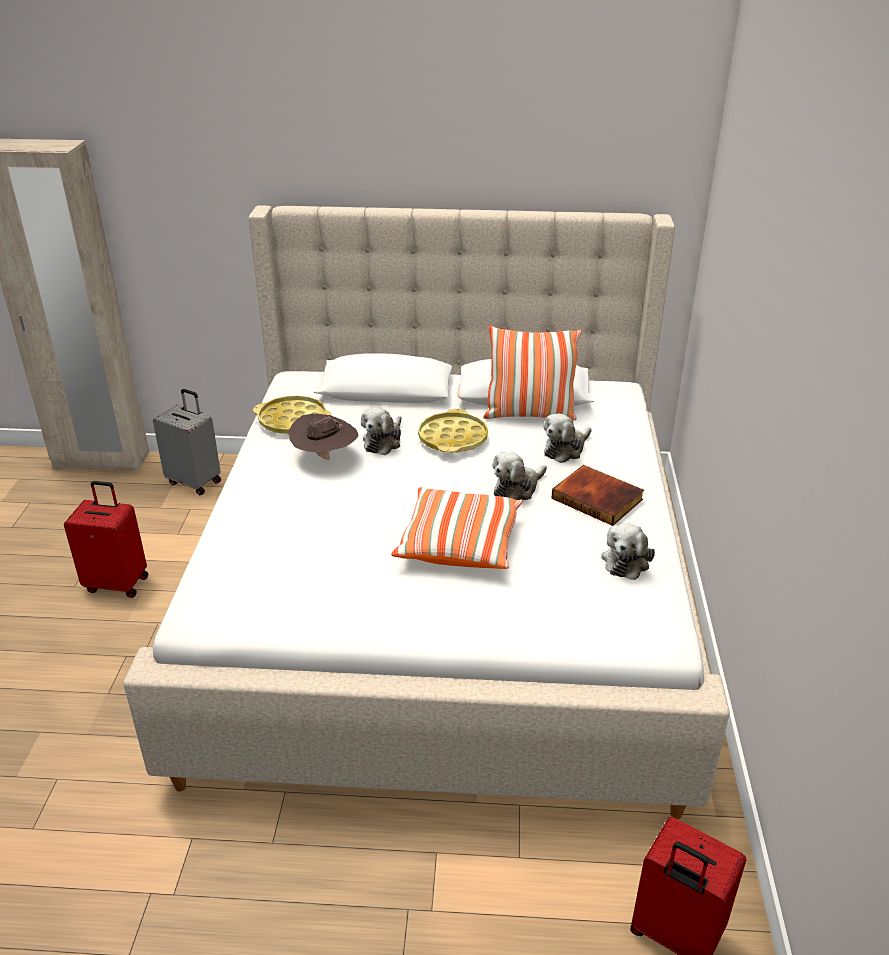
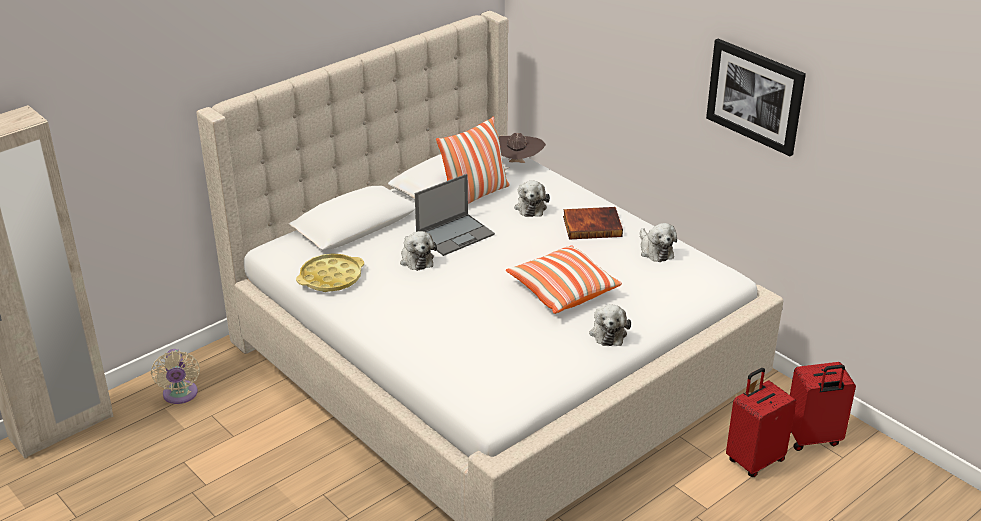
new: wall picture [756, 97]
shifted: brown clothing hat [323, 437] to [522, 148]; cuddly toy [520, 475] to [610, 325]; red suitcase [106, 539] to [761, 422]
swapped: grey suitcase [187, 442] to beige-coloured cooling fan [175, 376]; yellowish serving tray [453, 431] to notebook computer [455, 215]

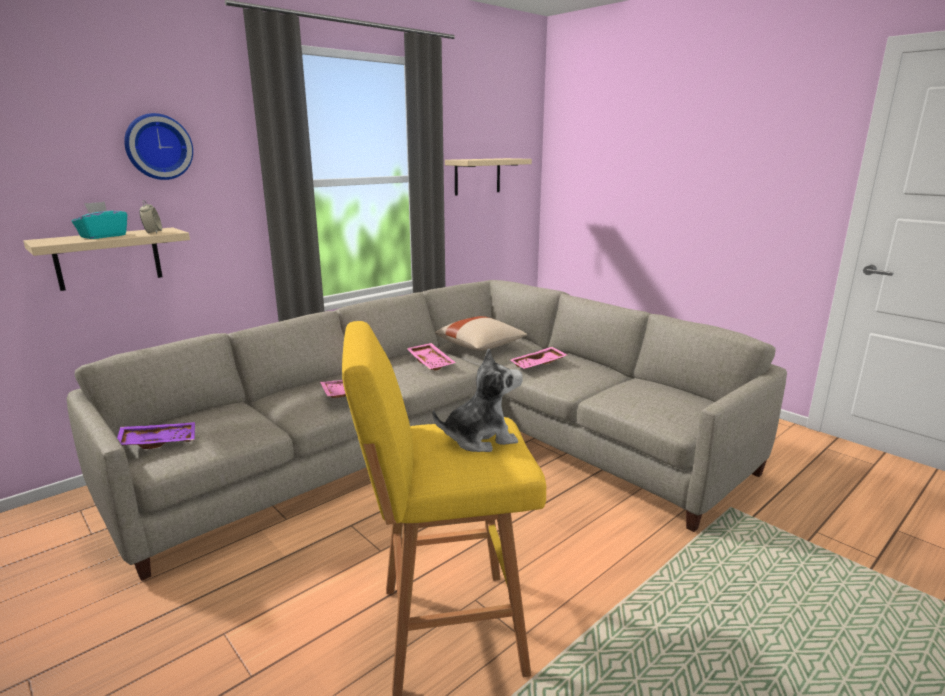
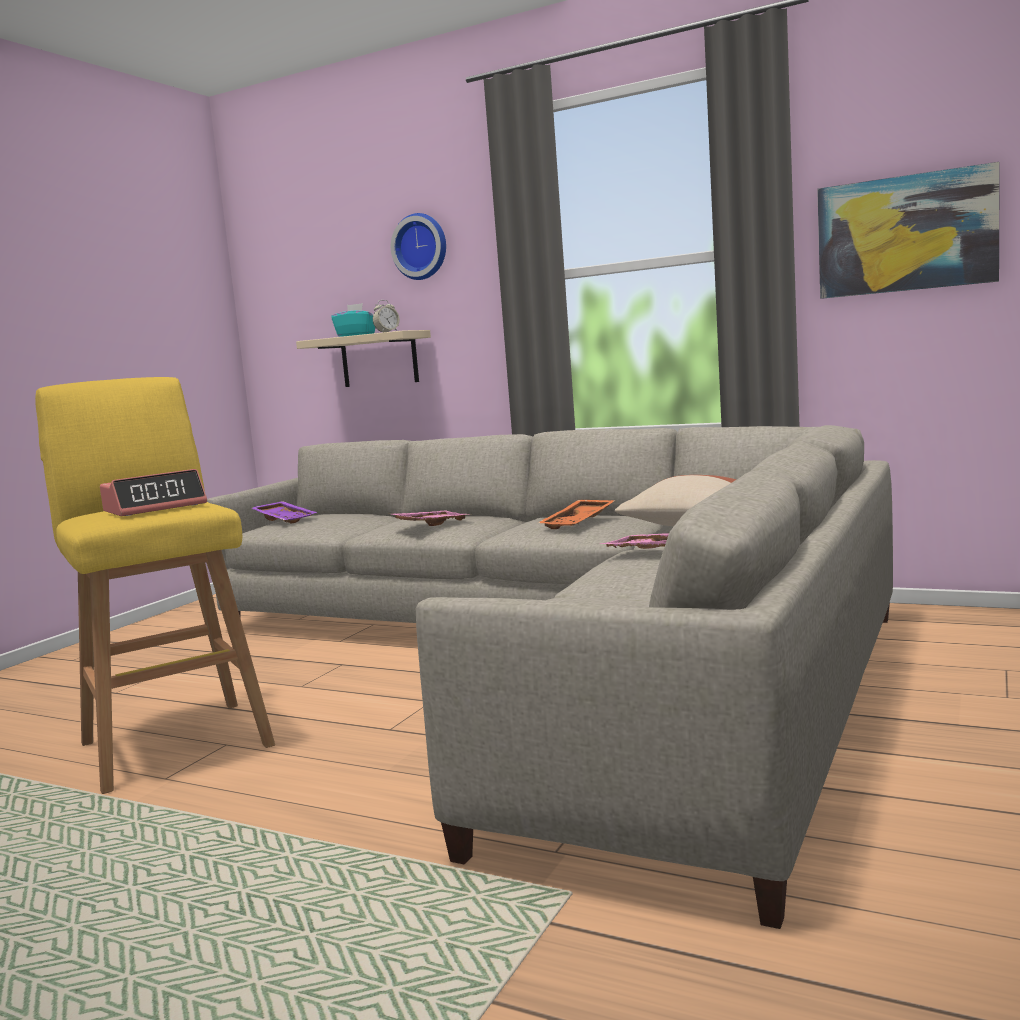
swapped: cuddly toy [478, 400] to bedside clock [153, 492]; beige-coloured shelf [488, 176] to wall picture [908, 230]
repainted: pink-coloured serving tray [431, 357] to orangey serving tray [577, 514]

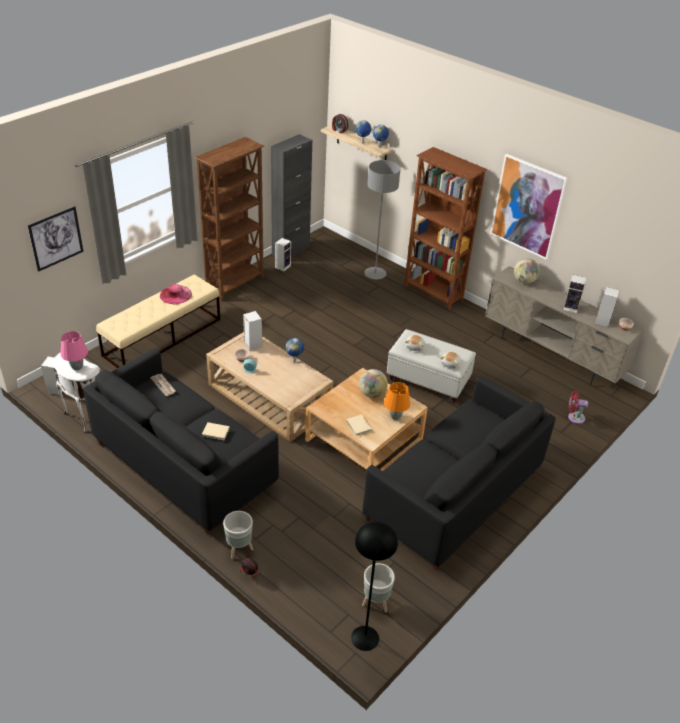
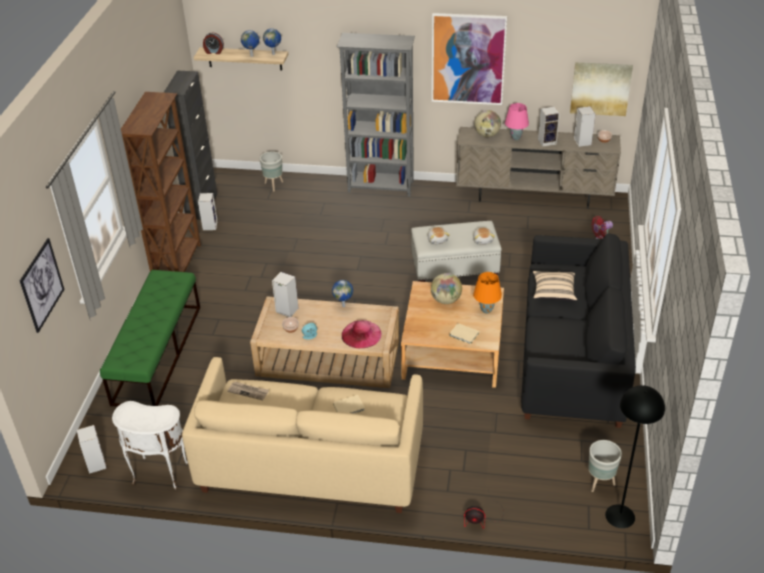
gone: grey standing lamp [382, 219]
new: beige-coloured pillow [555, 286]; wall picture [601, 89]
shifted: grey planter [238, 535] to [271, 171]; pink-coloured clothing hat [176, 294] to [362, 334]; pink-coloured lamp for a table [74, 351] to [517, 121]
repainted: beige-coloured indoor bench [158, 321] to greenish indoor bench [150, 338]; blackish settee [181, 441] to beige-coloured settee [302, 435]; brown bookcase [446, 228] to grey bookcase [376, 114]

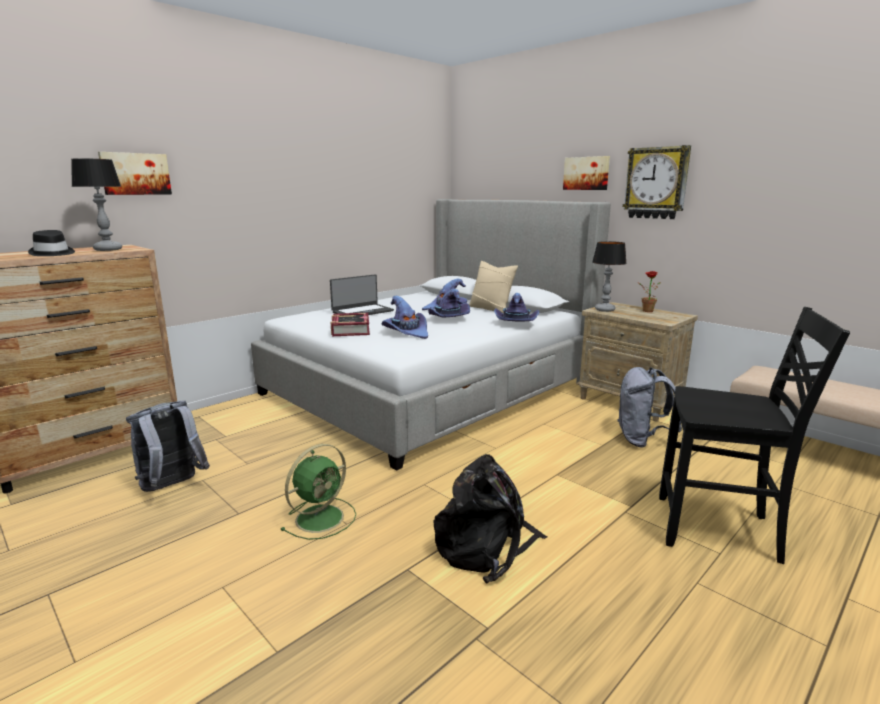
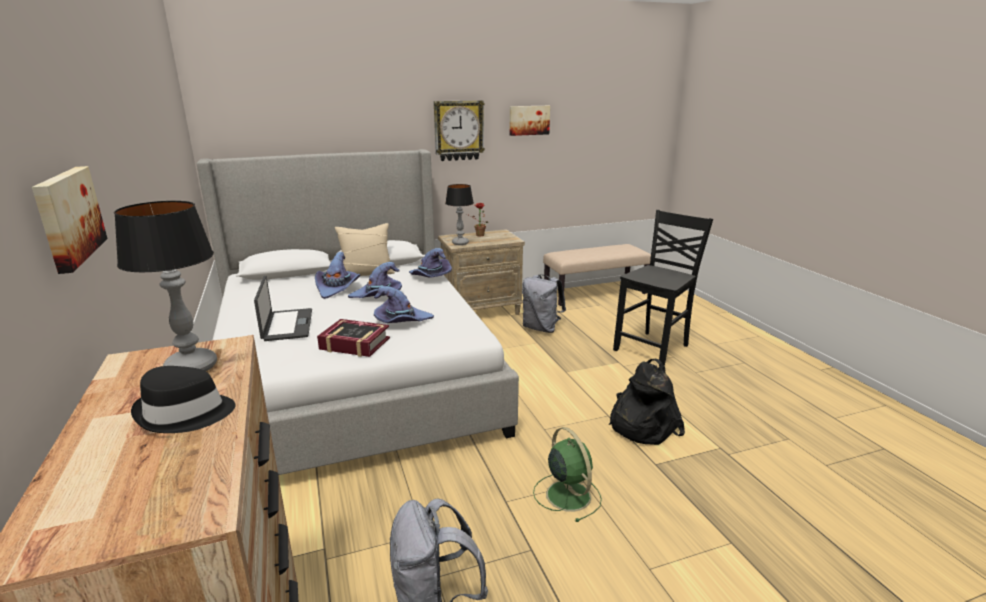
shifted: wall picture [586, 173] to [529, 121]

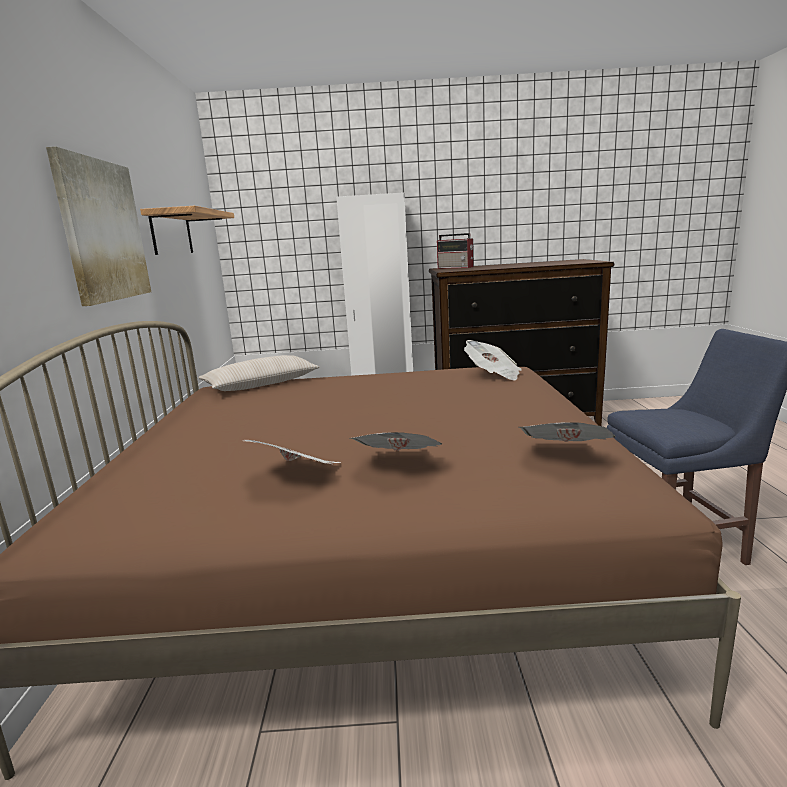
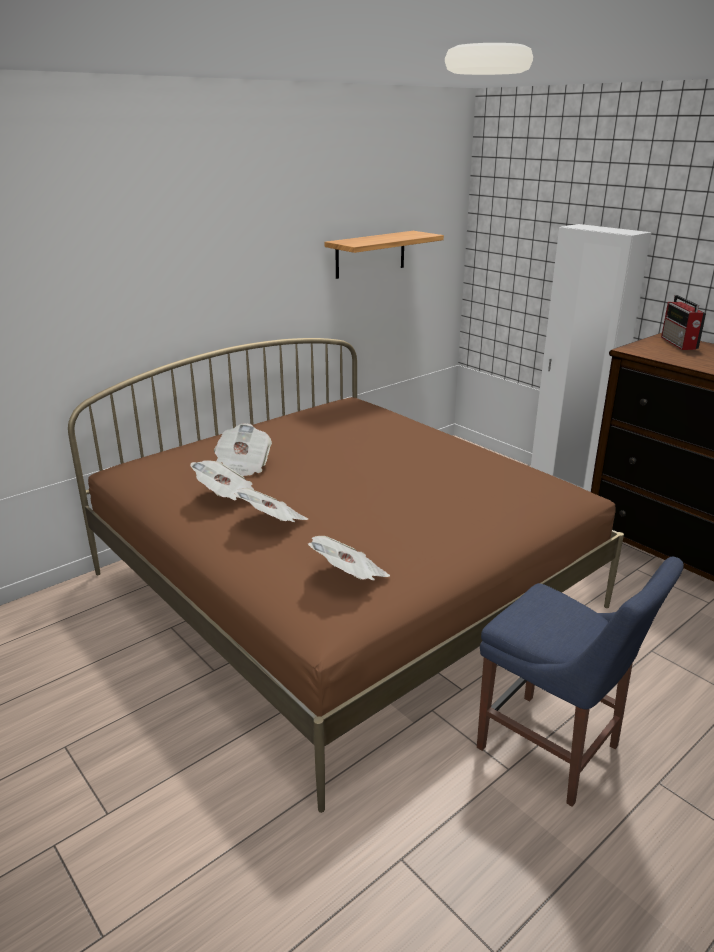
gone: wall picture [98, 226]; beige-coloured pillow [258, 373]
shifted: daily paper [492, 360] to [243, 450]

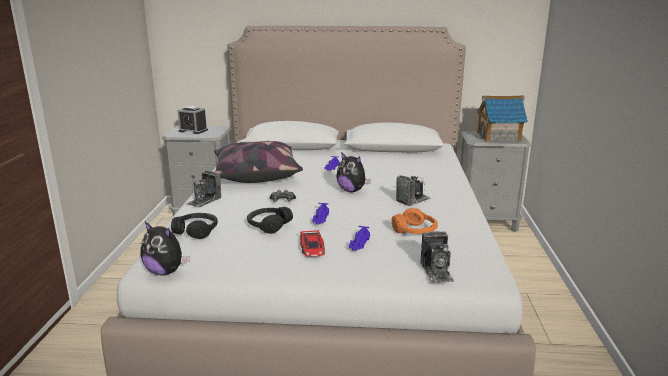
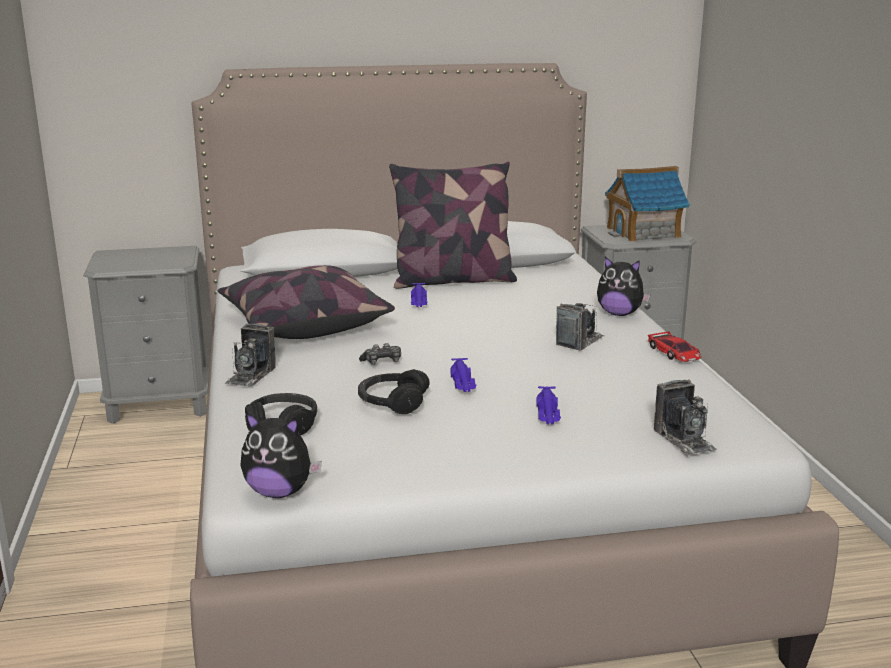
gone: bedside clock [192, 120]; orangey pair of headphones [414, 221]
new: pillow [453, 225]
shifted: cuddly toy [353, 172] to [623, 286]; model car [312, 243] to [674, 346]

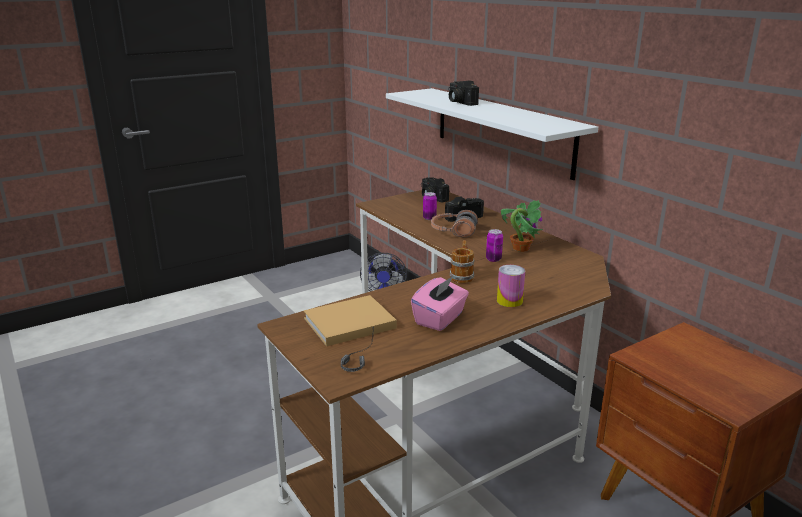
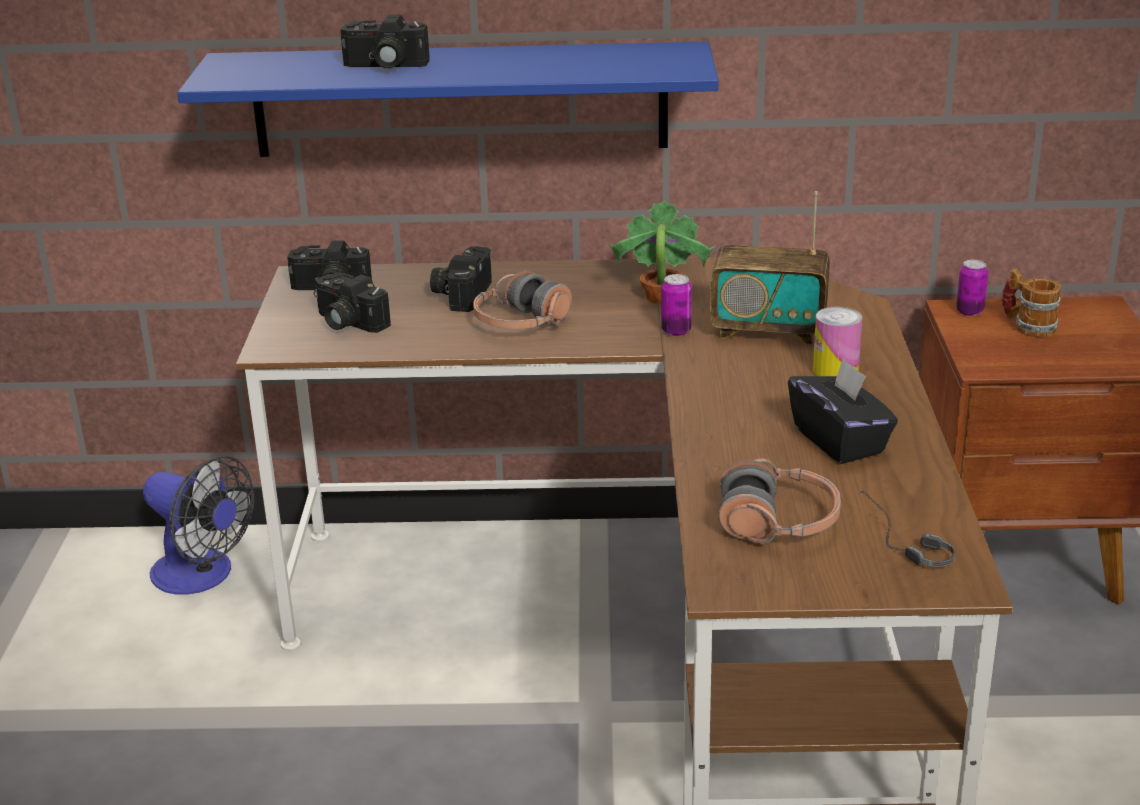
new: photo camera [352, 302]; radio [770, 268]
shifted: metal can [430, 206] to [972, 288]; mug [462, 261] to [1031, 303]
swapped: beige-coloured book [350, 320] to pair of headphones [779, 501]
repainted: whitish shelf [492, 134] to bluish shelf [448, 99]; pink-coloured box of tissues [440, 303] to blackish box of tissues [843, 410]

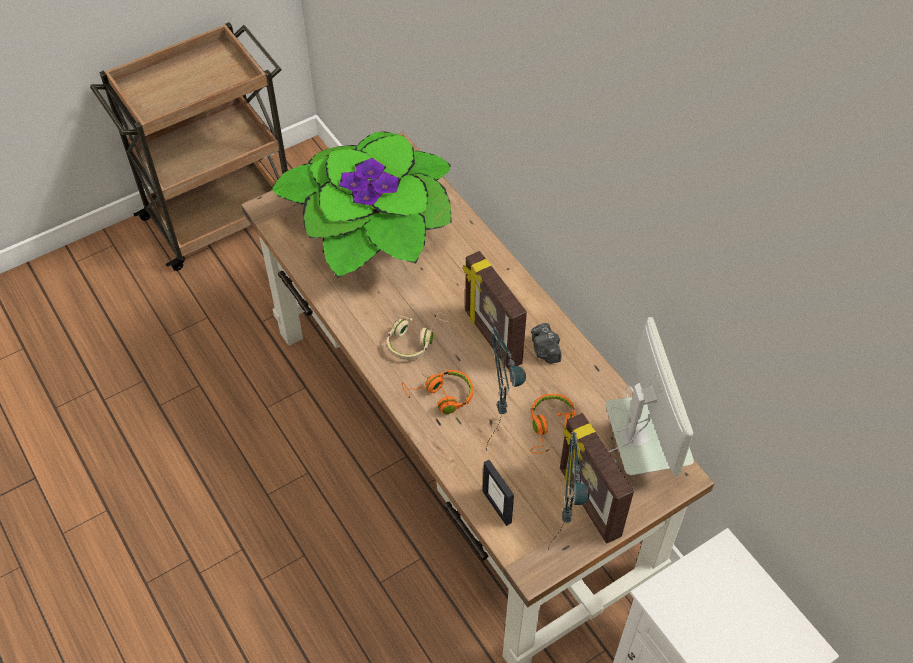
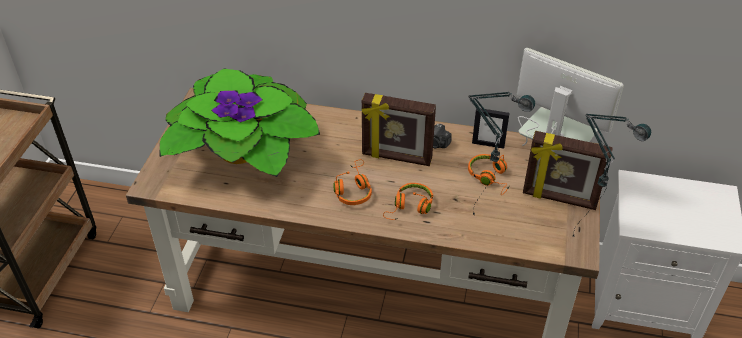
shifted: photo frame [498, 493] to [491, 128]
repainted: beige-coloured pair of headphones [418, 336] to orangey pair of headphones [352, 182]

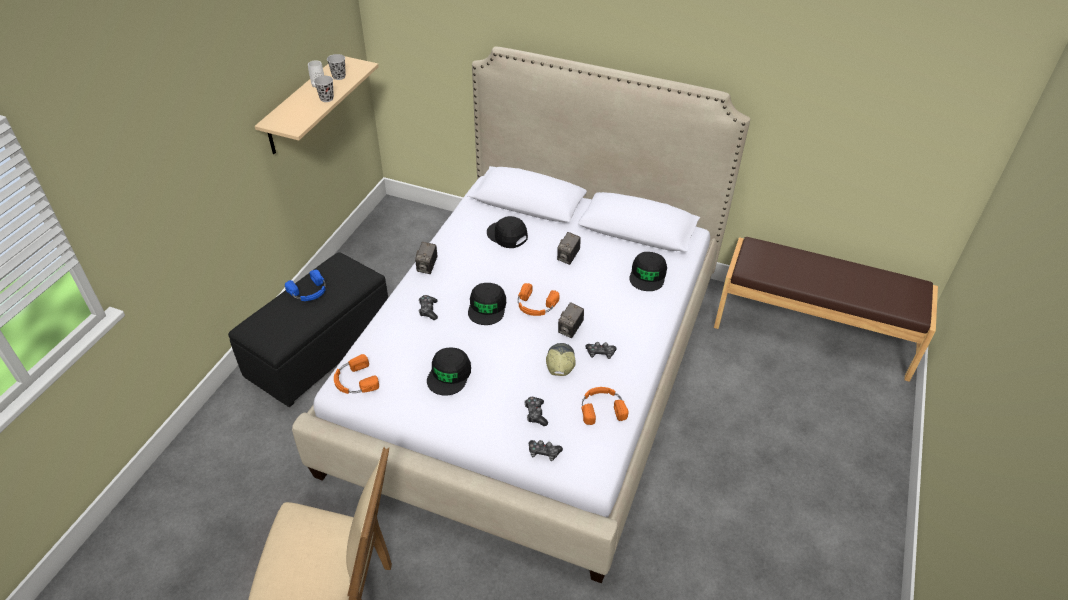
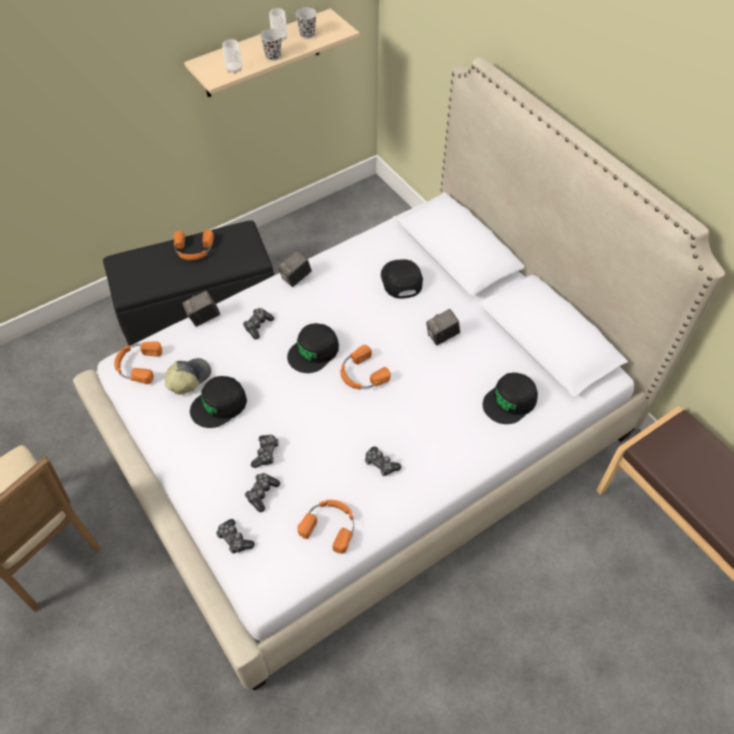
new: drinking cup [232, 56]; gamepad [265, 451]
shifted: cap [561, 359] to [188, 376]; photo camera [571, 320] to [201, 308]
repainted: bluish pair of headphones [305, 285] to orangey pair of headphones [194, 245]

